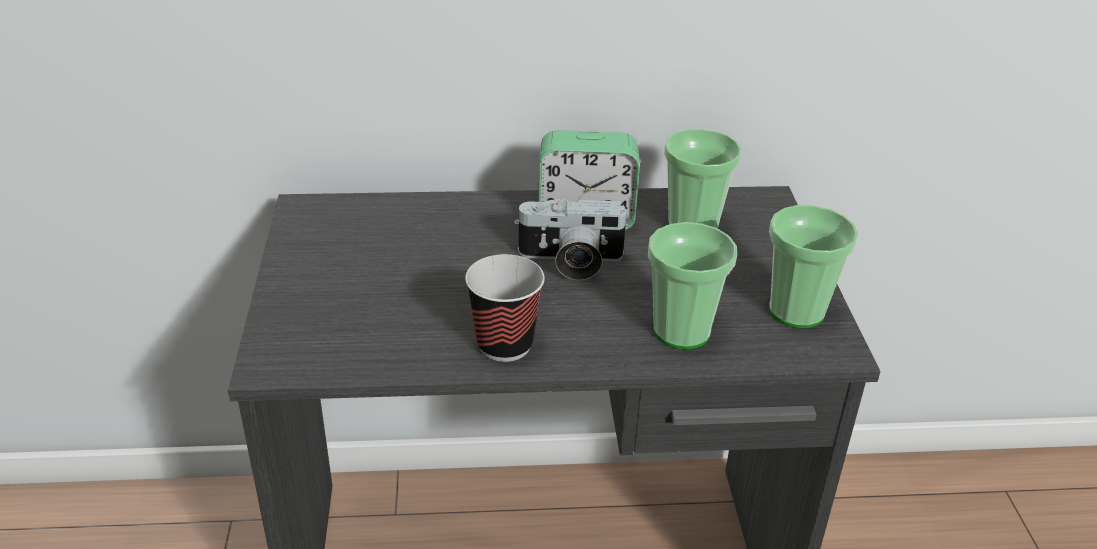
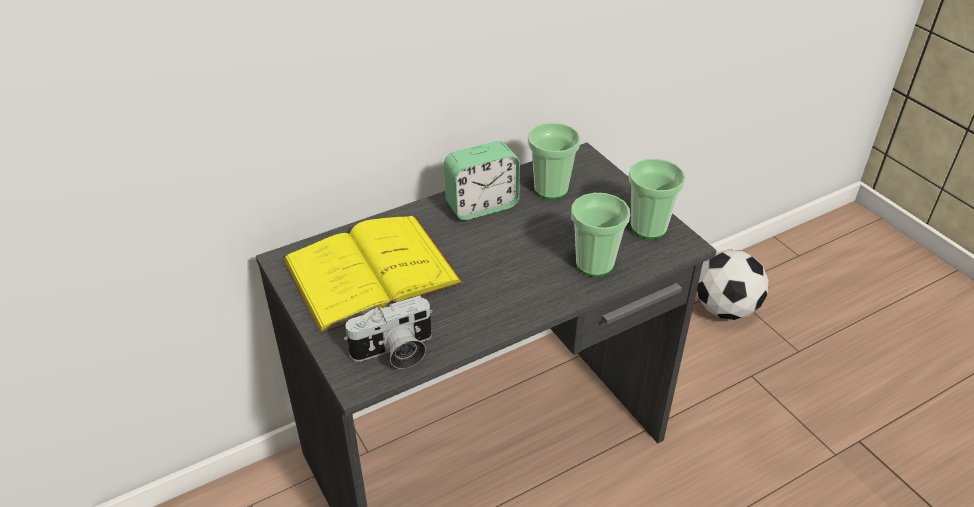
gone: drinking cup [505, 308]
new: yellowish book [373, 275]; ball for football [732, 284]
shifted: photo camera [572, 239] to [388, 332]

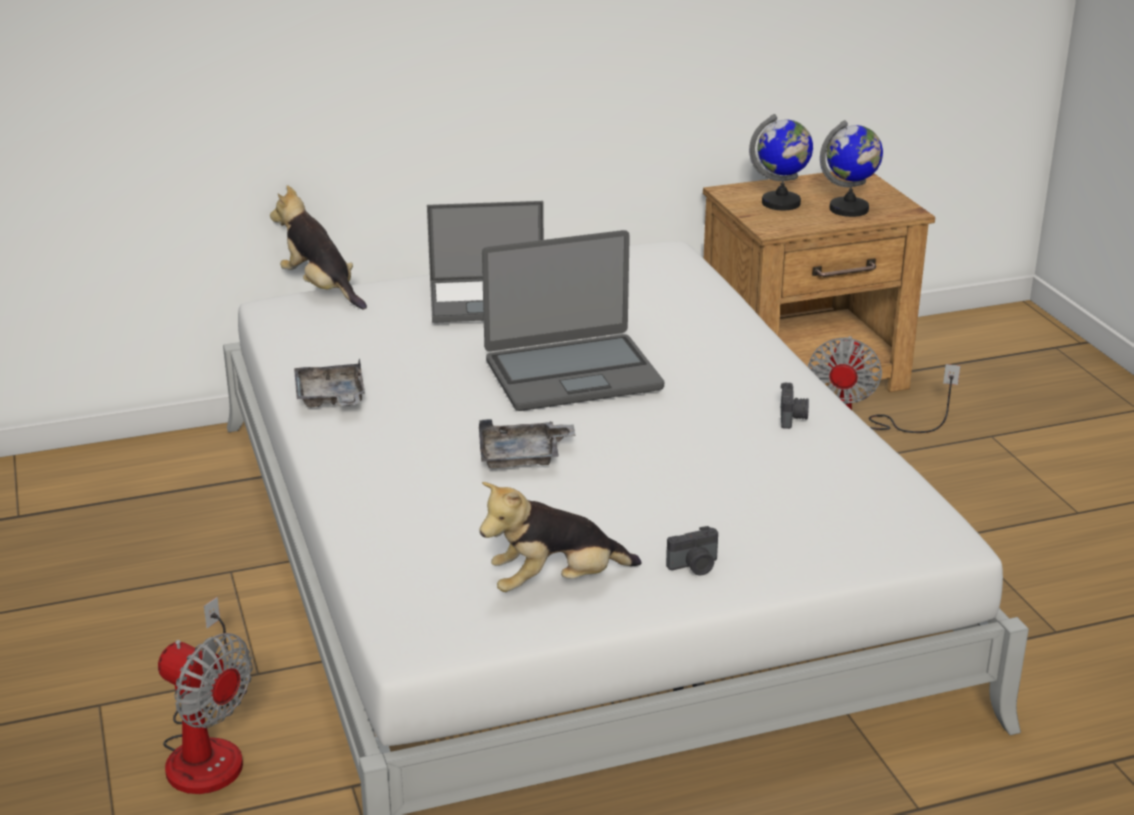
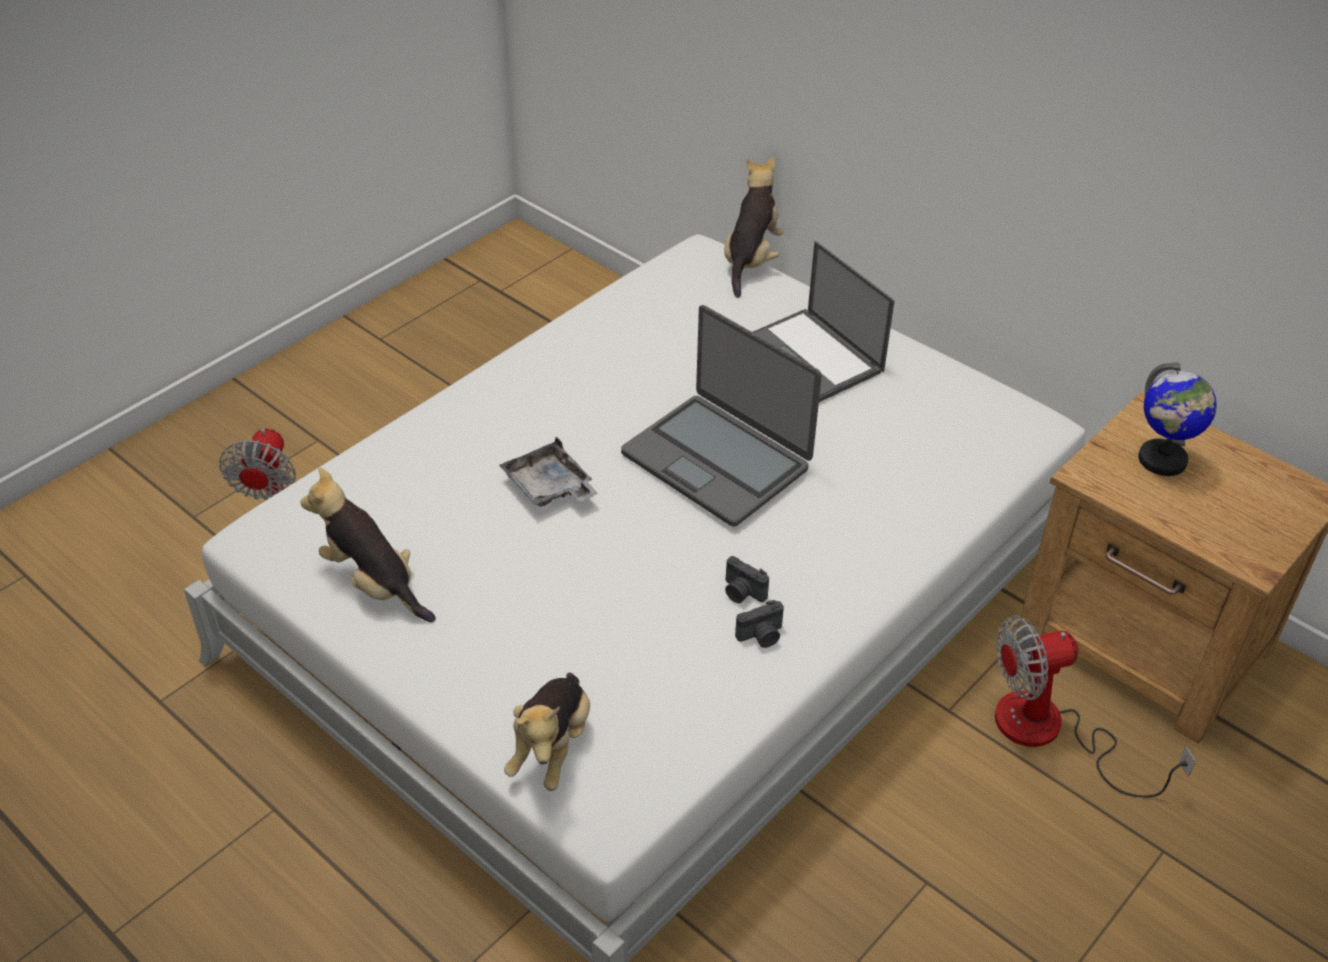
gone: grey serving tray [329, 382]; globe [851, 168]
new: cuddly toy [547, 732]
shifted: photo camera [692, 551] to [747, 579]

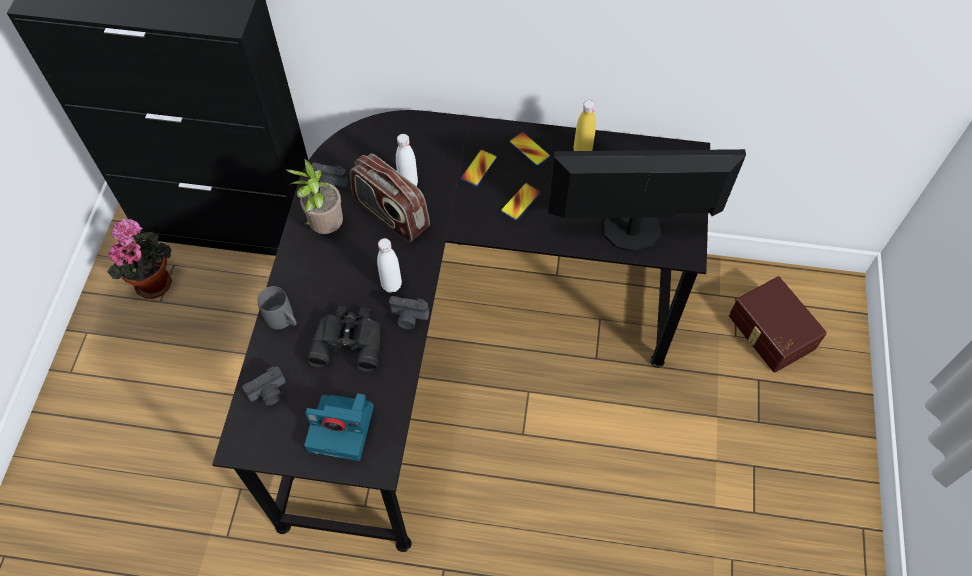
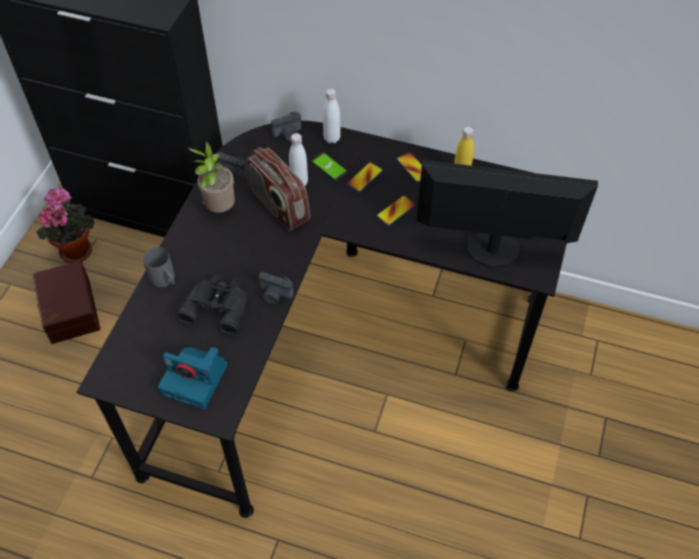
new: handset [330, 167]
shifted: brown storage container [778, 324] to [66, 302]; photo camera [264, 386] to [286, 126]; whitish beverage bottle [389, 265] to [332, 115]

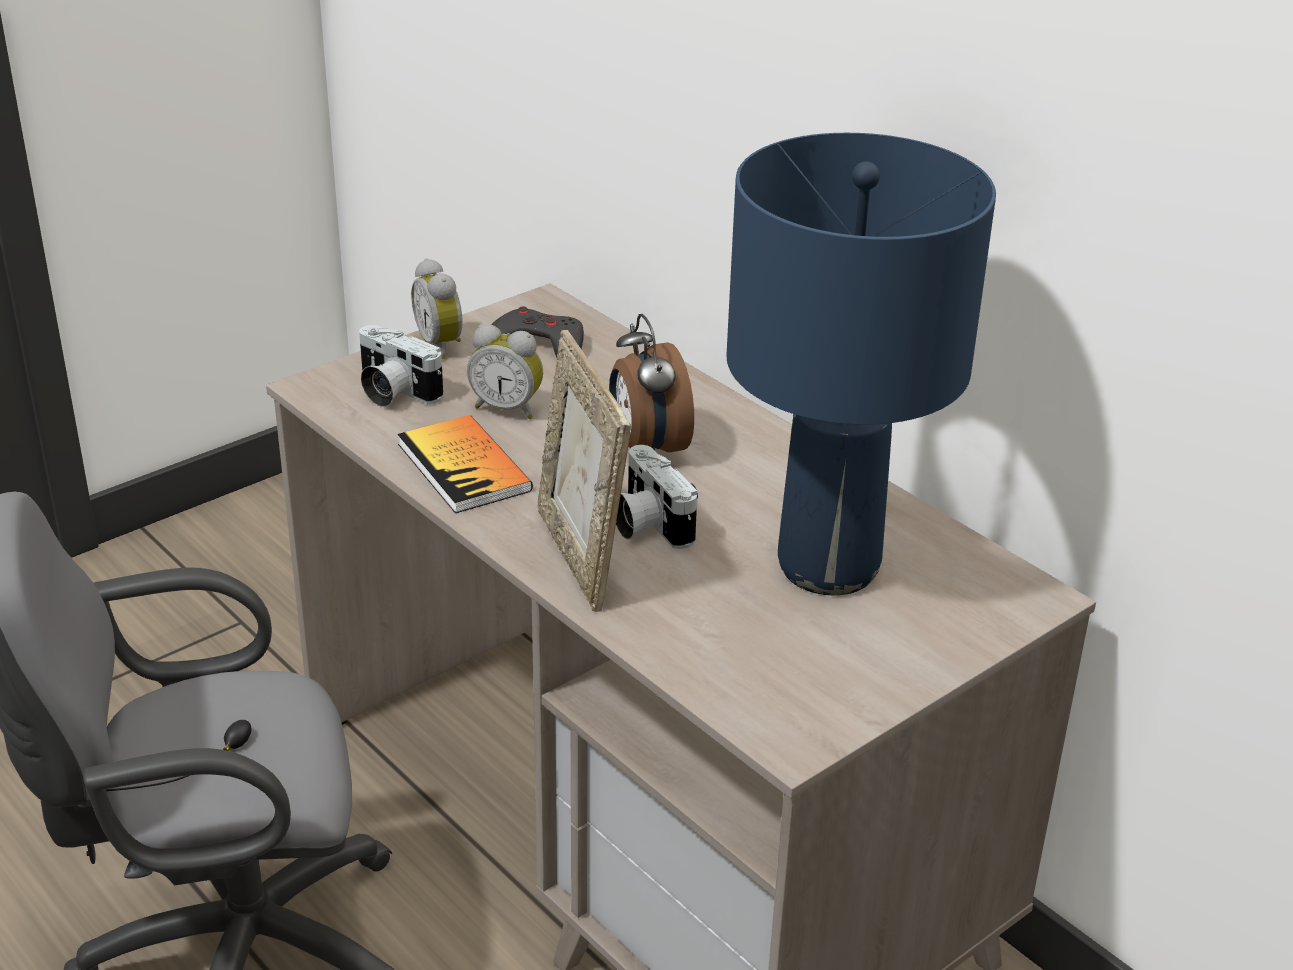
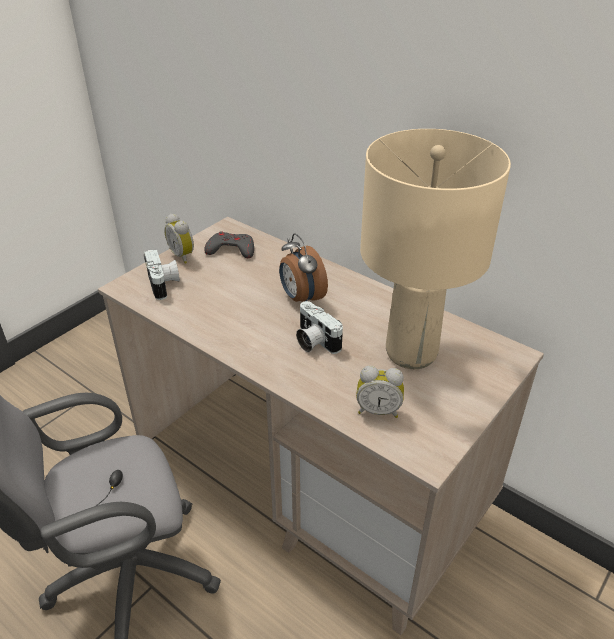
gone: book [465, 464]; photo frame [584, 471]
shifted: bedside clock [505, 371] to [380, 392]
repainted: bluish lamp for a table [861, 364] to beige-coloured lamp for a table [435, 249]
rotated: photo camera [401, 366] = [162, 274] 135 degrees counterclockwise

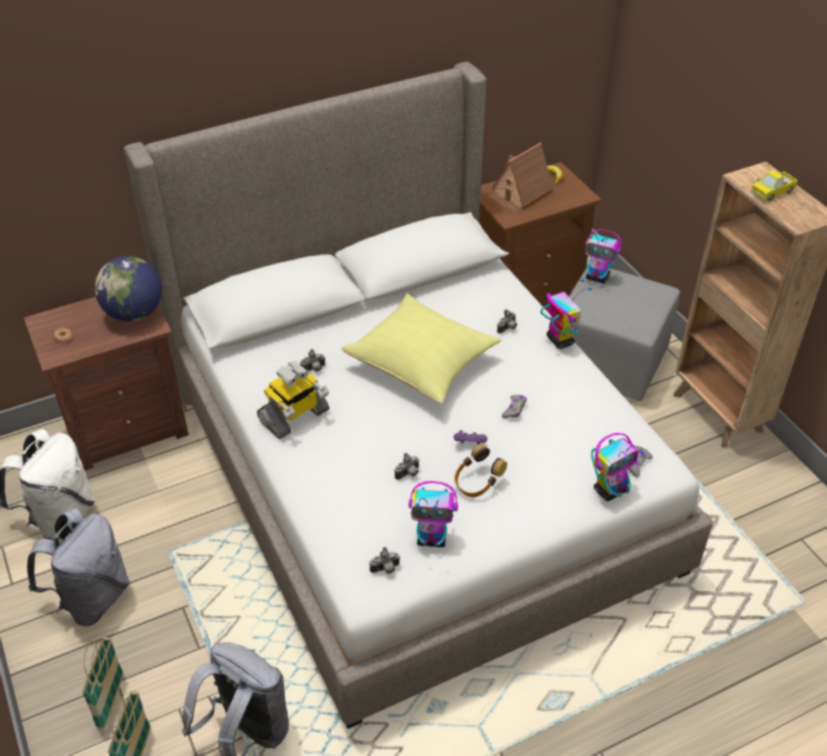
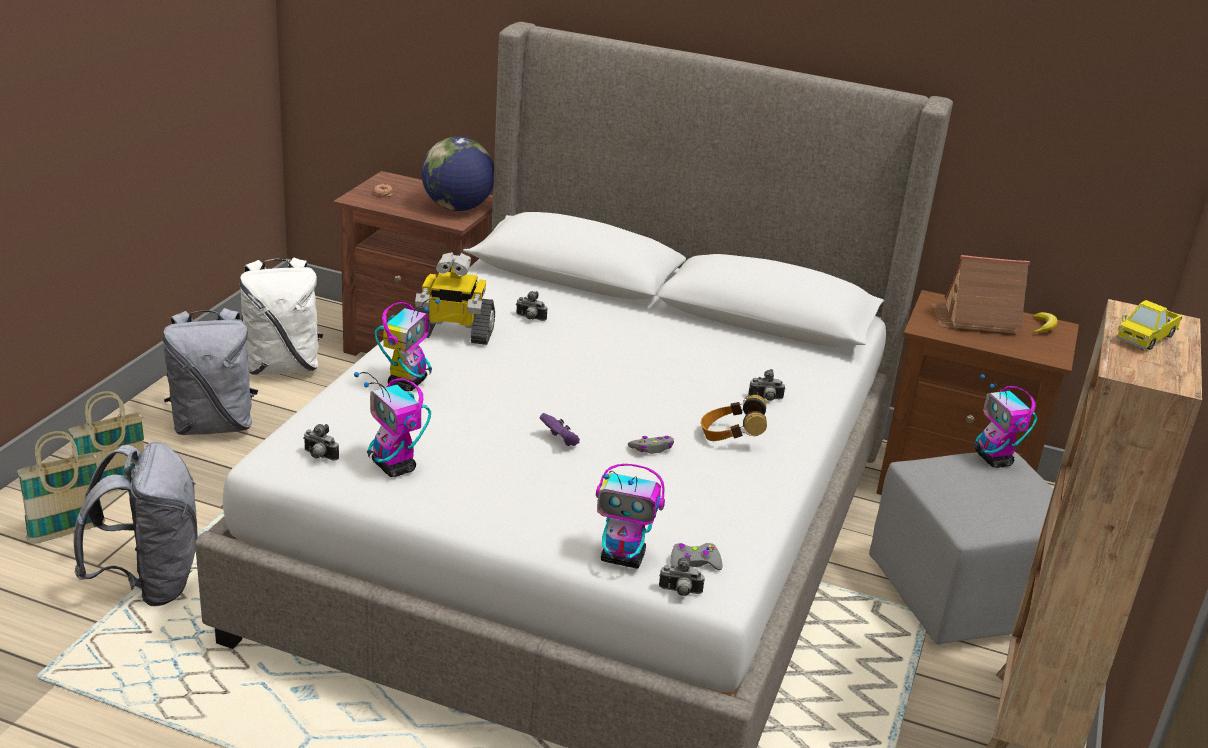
gone: yellowish pillow [421, 349]
shifted: toy robot [566, 314] to [407, 344]; photo camera [407, 466] to [682, 576]; pair of headphones [480, 470] to [734, 418]
rotated: toy lorry [774, 185] = [1149, 325] 60 degrees counterclockwise

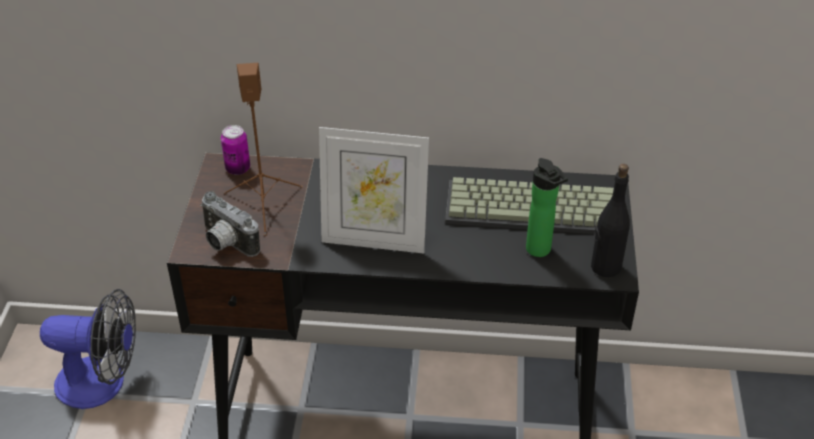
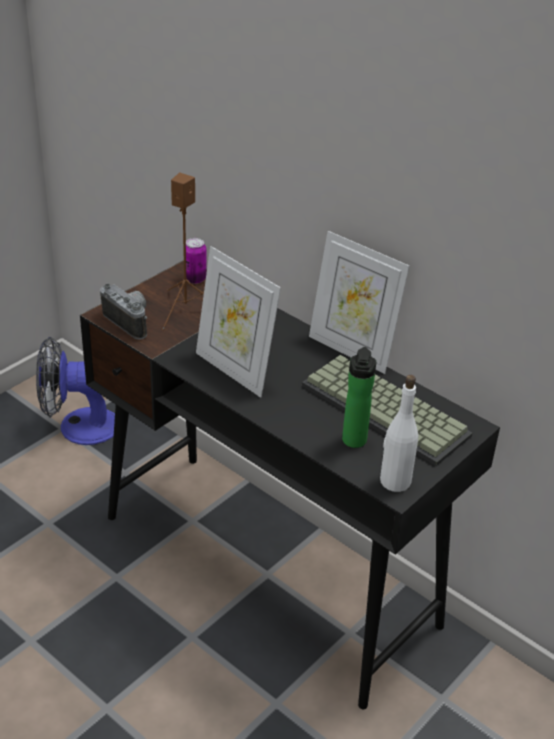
new: photo frame [359, 302]
repainted: blackish beverage bottle [610, 220] to whitish beverage bottle [399, 433]
rotated: cooling fan [88, 349] = [75, 391] 135 degrees clockwise; photo camera [230, 224] = [123, 311] 150 degrees clockwise

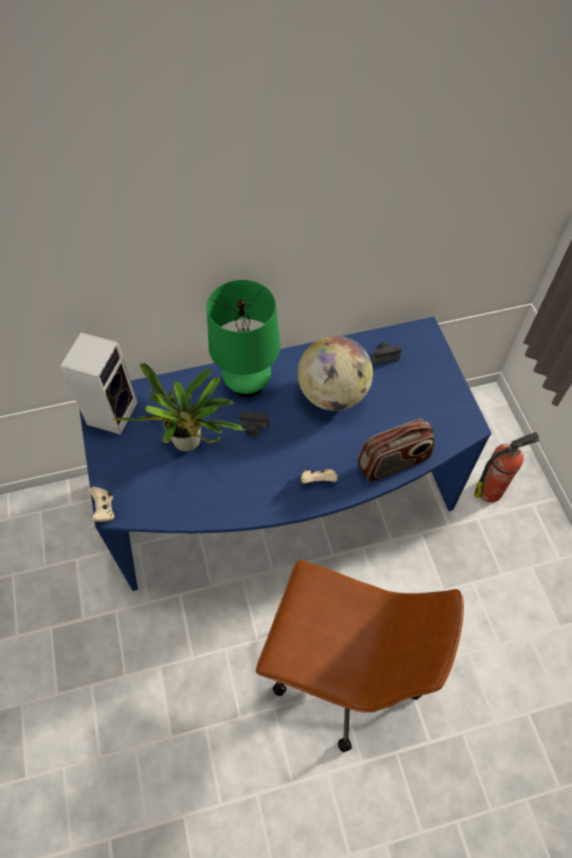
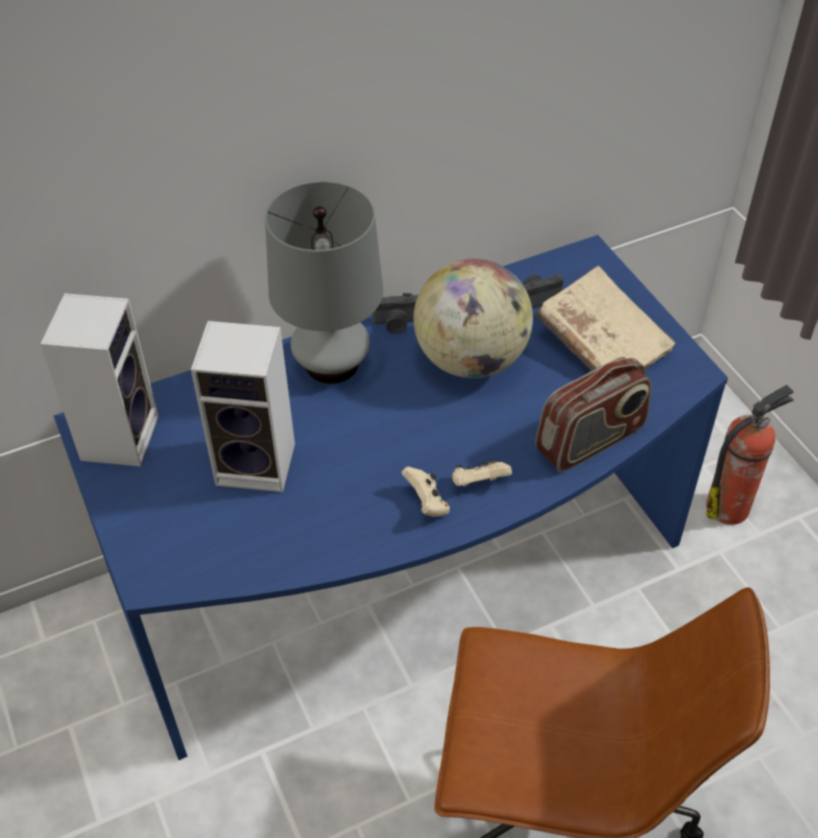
new: beige-coloured book [605, 318]
shifted: photo camera [253, 424] to [394, 313]; beige-coloured gamepad [101, 504] to [425, 492]
swapped: potted plant [178, 407] to loudspeaker [243, 406]
repainted: greenish lamp for a table [243, 338] to grey lamp for a table [324, 283]

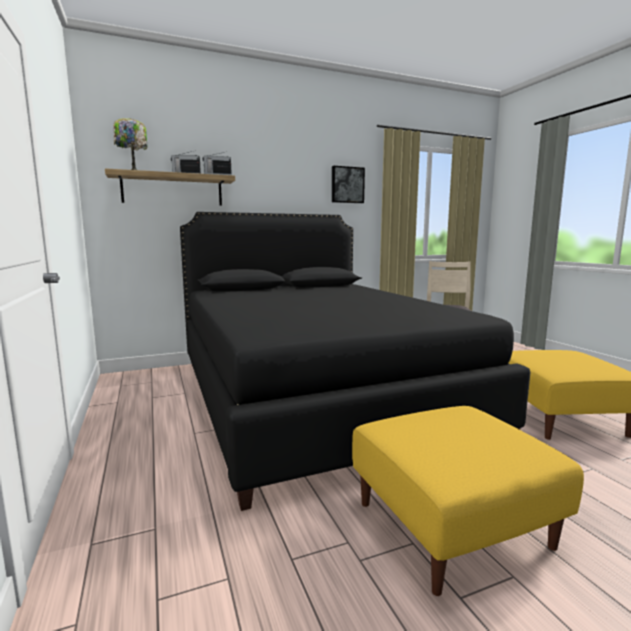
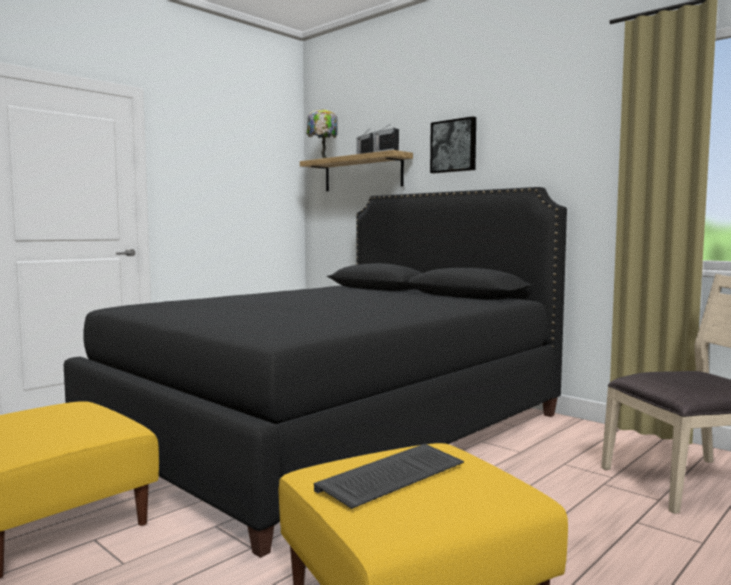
new: keyboard [389, 476]
shifted: wall picture [348, 184] to [453, 144]

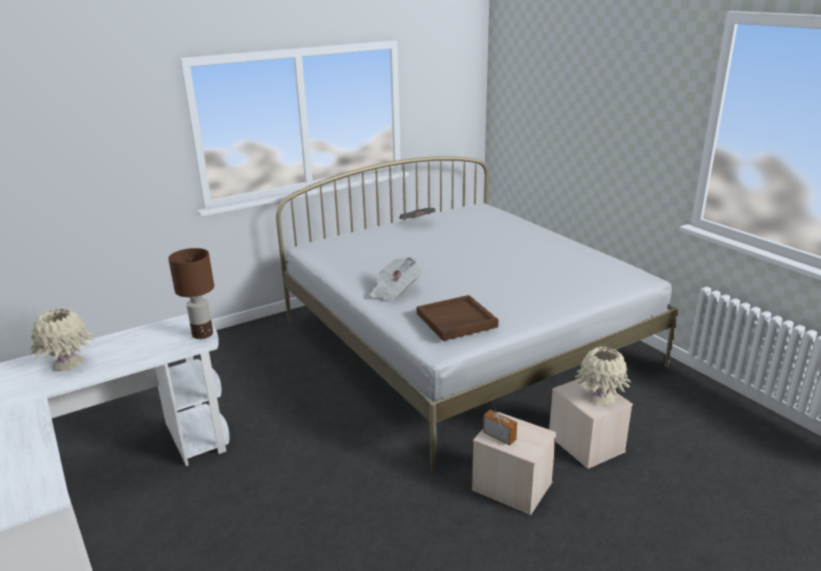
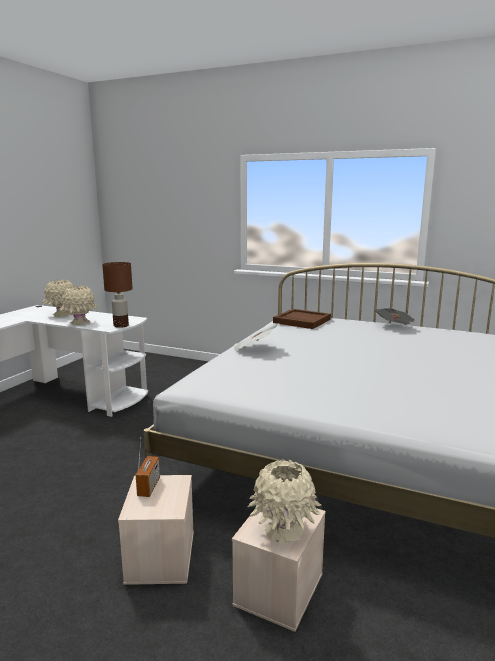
new: beige-coloured vase [78, 305]
shifted: brown serving tray [458, 318] to [302, 319]

